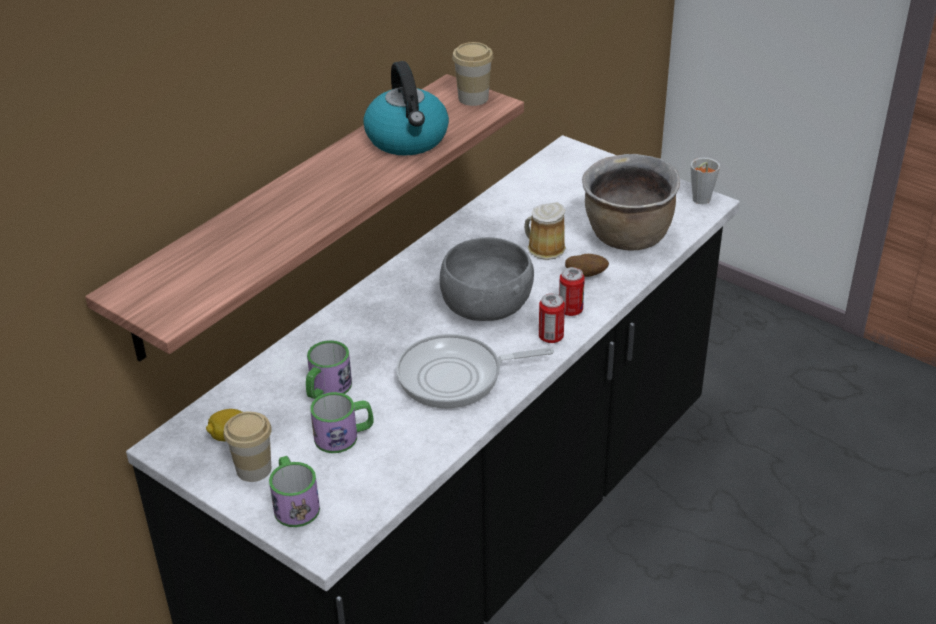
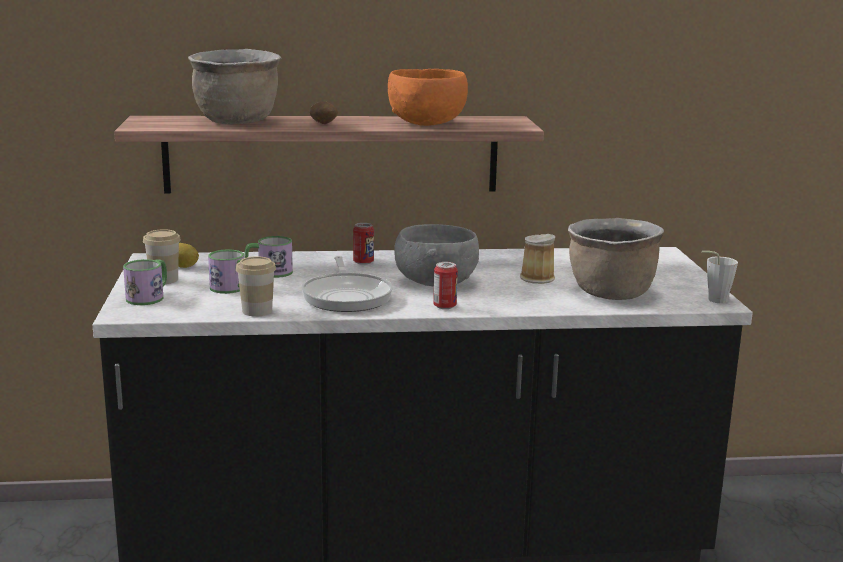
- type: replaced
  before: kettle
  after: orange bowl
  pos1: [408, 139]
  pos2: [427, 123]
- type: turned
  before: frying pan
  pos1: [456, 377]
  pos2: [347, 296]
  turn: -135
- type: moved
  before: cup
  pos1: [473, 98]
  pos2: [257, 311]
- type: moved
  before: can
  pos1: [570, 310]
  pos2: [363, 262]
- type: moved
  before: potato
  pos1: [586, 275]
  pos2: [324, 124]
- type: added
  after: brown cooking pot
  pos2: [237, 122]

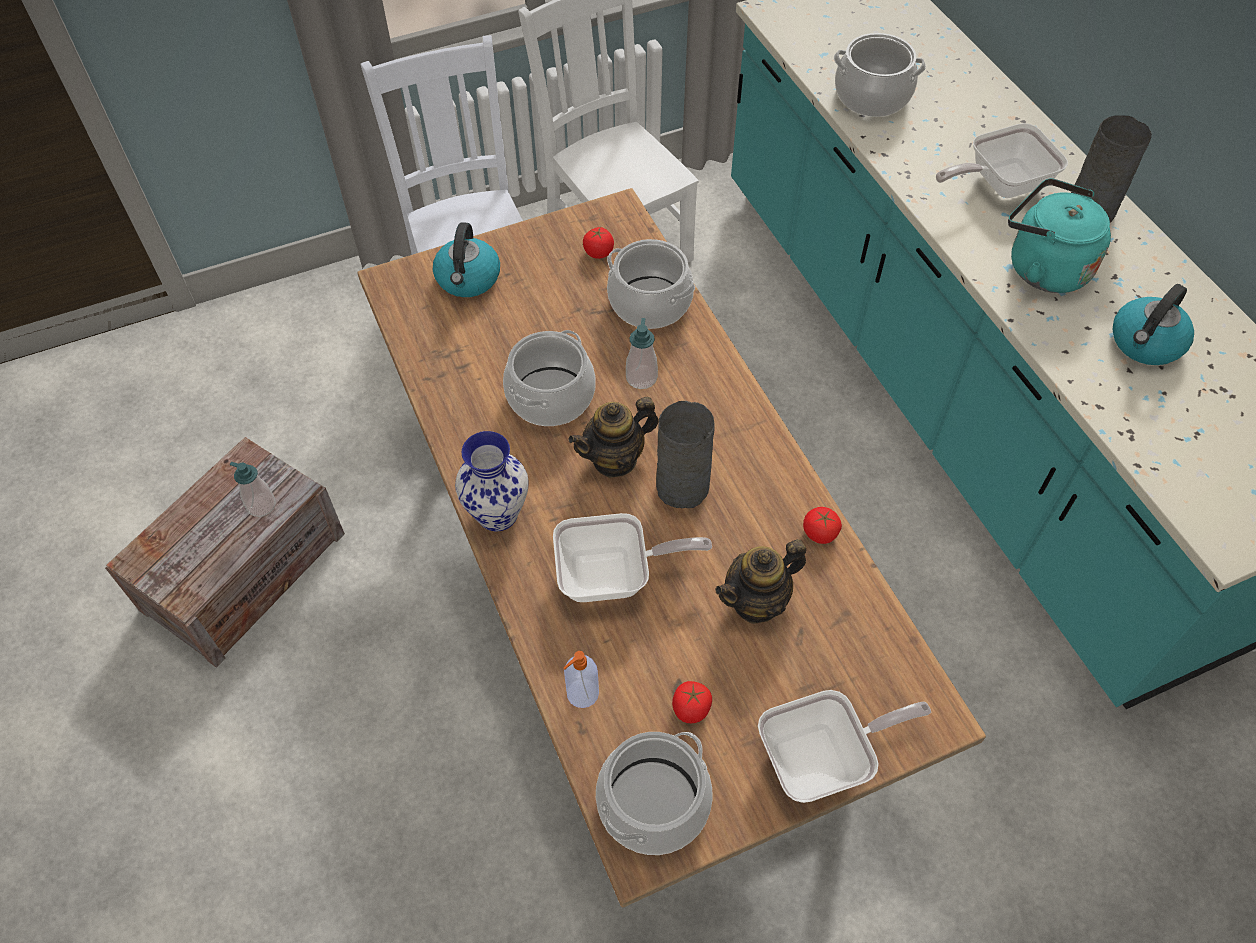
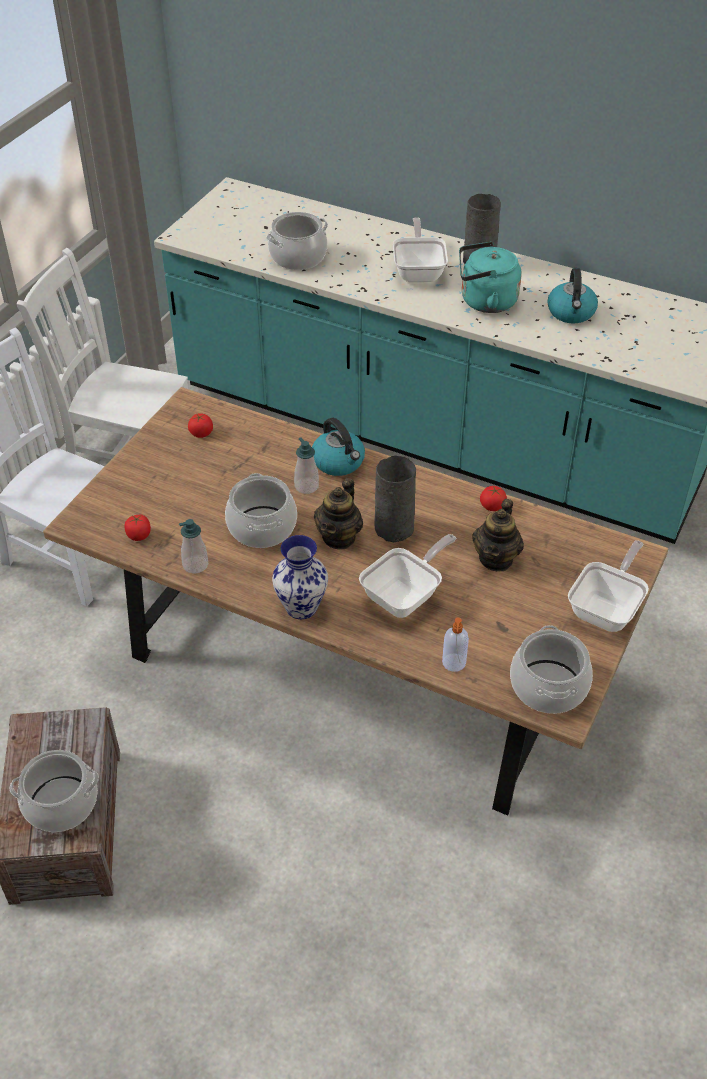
- type: moved
  before: soap dispenser
  pos1: [261, 505]
  pos2: [195, 565]
- type: moved
  before: kettle
  pos1: [468, 279]
  pos2: [339, 462]
- type: moved
  before: cooking pot
  pos1: [650, 302]
  pos2: [61, 803]
- type: moved
  before: tomato
  pos1: [691, 708]
  pos2: [139, 535]
- type: turned
  before: frying pan
  pos1: [999, 184]
  pos2: [419, 271]
  turn: 150

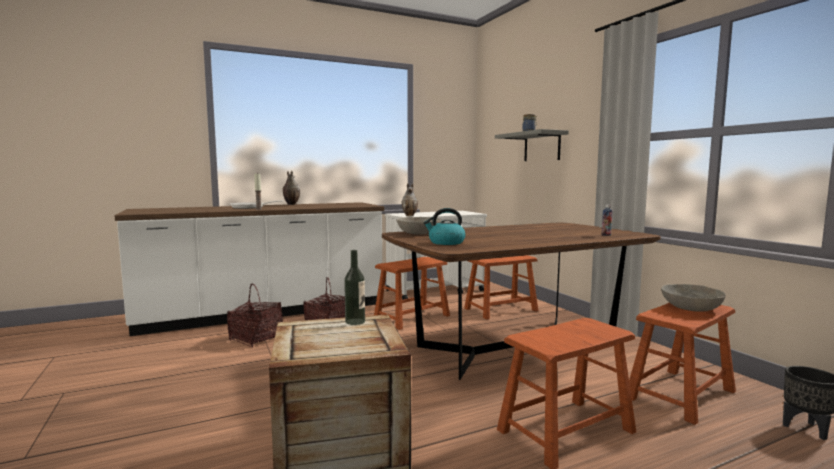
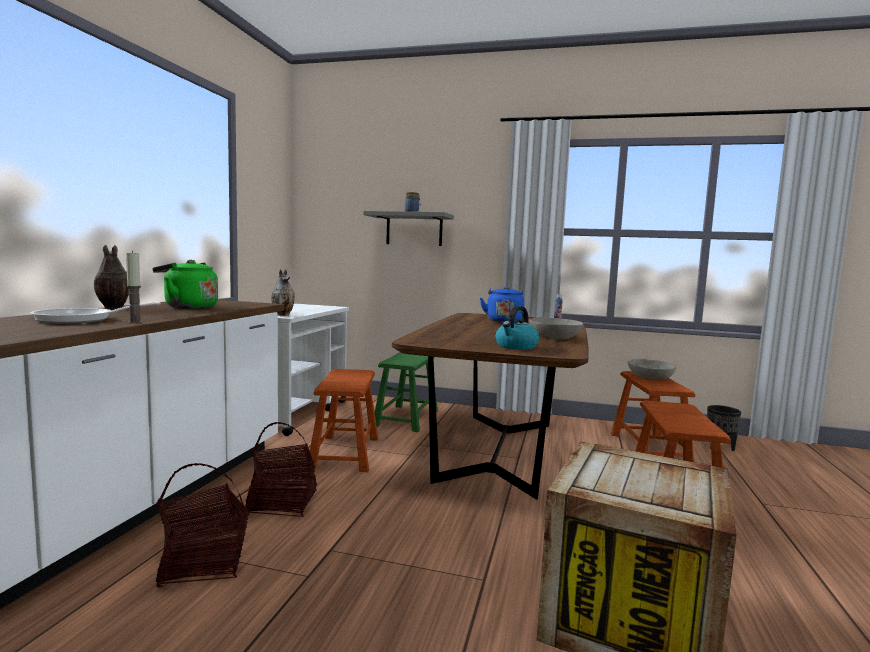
- type: removed
  before: bottle
  pos1: [355, 321]
- type: moved
  before: grey bowl
  pos1: [418, 233]
  pos2: [554, 338]
- type: recoloured
  before: brown stool
  after: green stool
  pos1: [500, 309]
  pos2: [406, 418]
- type: added
  after: green kettle
  pos2: [188, 307]
- type: added
  after: blue kettle
  pos2: [503, 321]

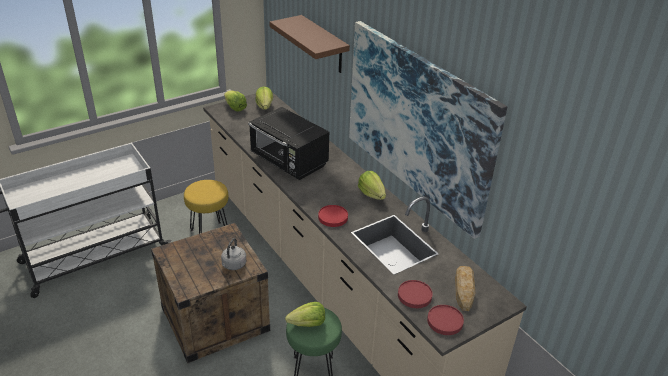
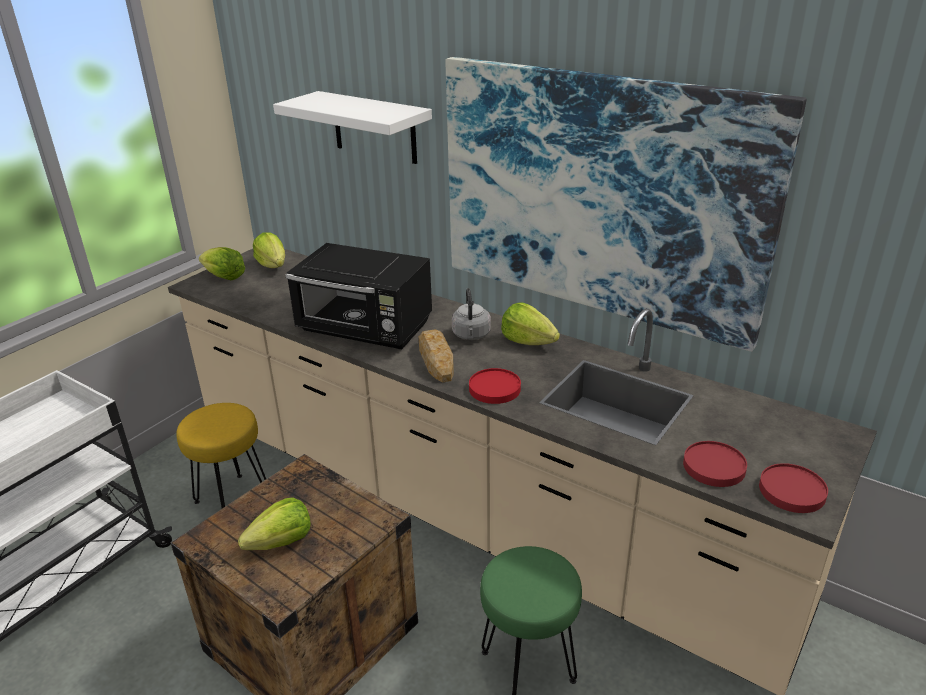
- type: moved
  before: grey kettle
  pos1: [233, 265]
  pos2: [471, 335]
- type: recoloured
  before: brown shelf
  after: white shelf
  pos1: [324, 45]
  pos2: [374, 127]
- type: moved
  before: lettuce
  pos1: [308, 324]
  pos2: [282, 542]
- type: moved
  before: bread
  pos1: [464, 290]
  pos2: [436, 360]

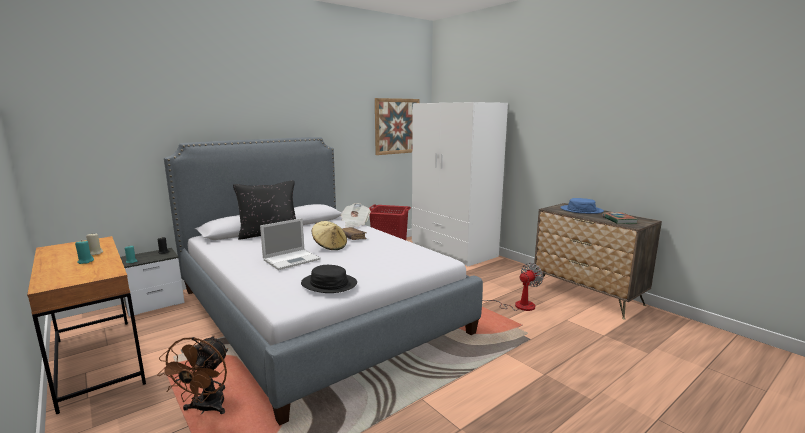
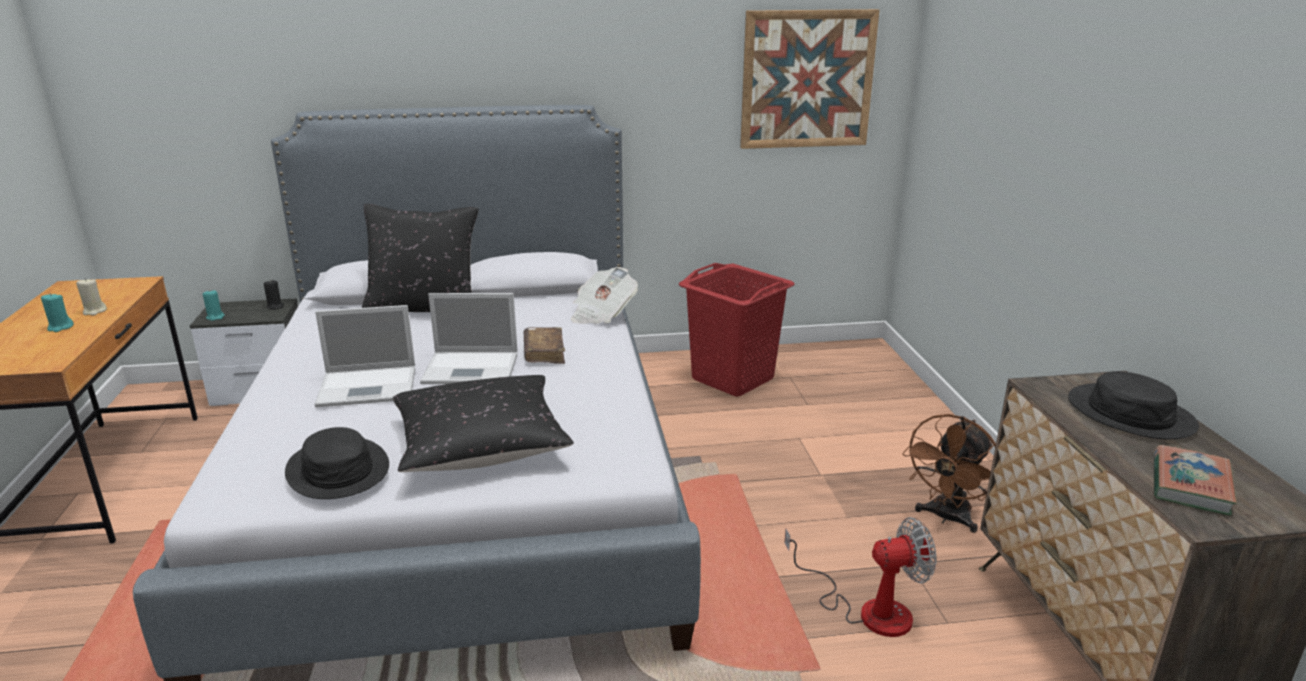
- type: moved
  before: brown fan
  pos1: [206, 409]
  pos2: [946, 518]
- type: replaced
  before: beige hat
  after: laptop
  pos1: [329, 246]
  pos2: [473, 368]
- type: removed
  before: white wardrobe
  pos1: [453, 251]
- type: recoloured
  before: blue hat
  after: black hat
  pos1: [581, 210]
  pos2: [1130, 413]
- type: added
  after: black pillow
  pos2: [481, 444]

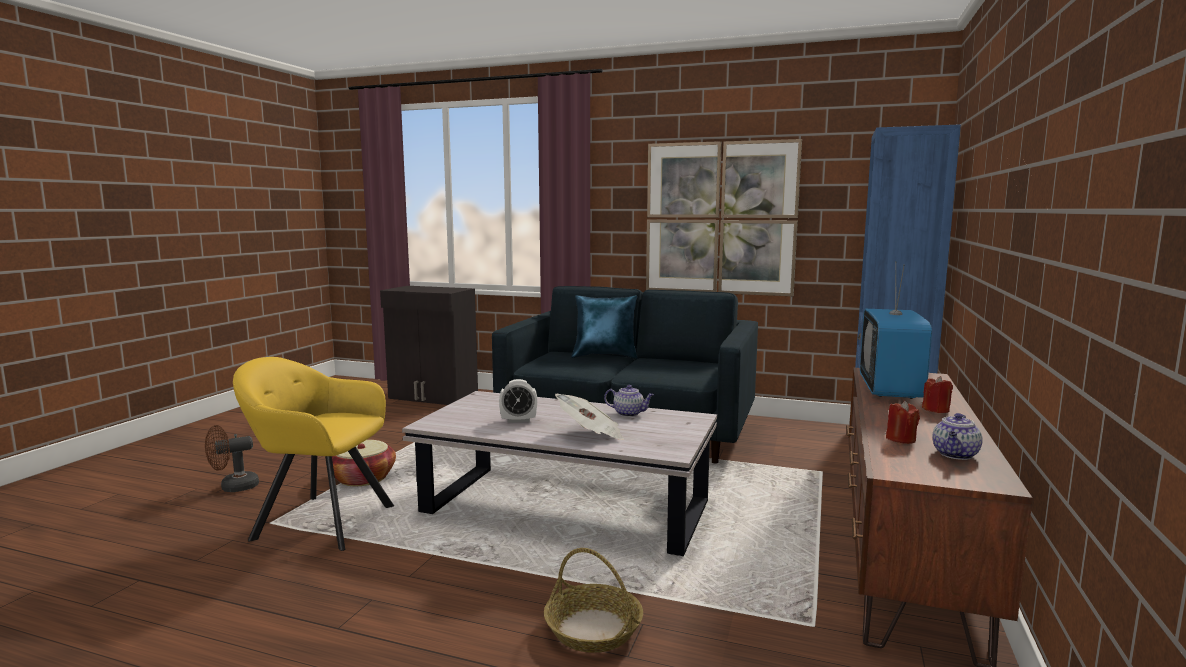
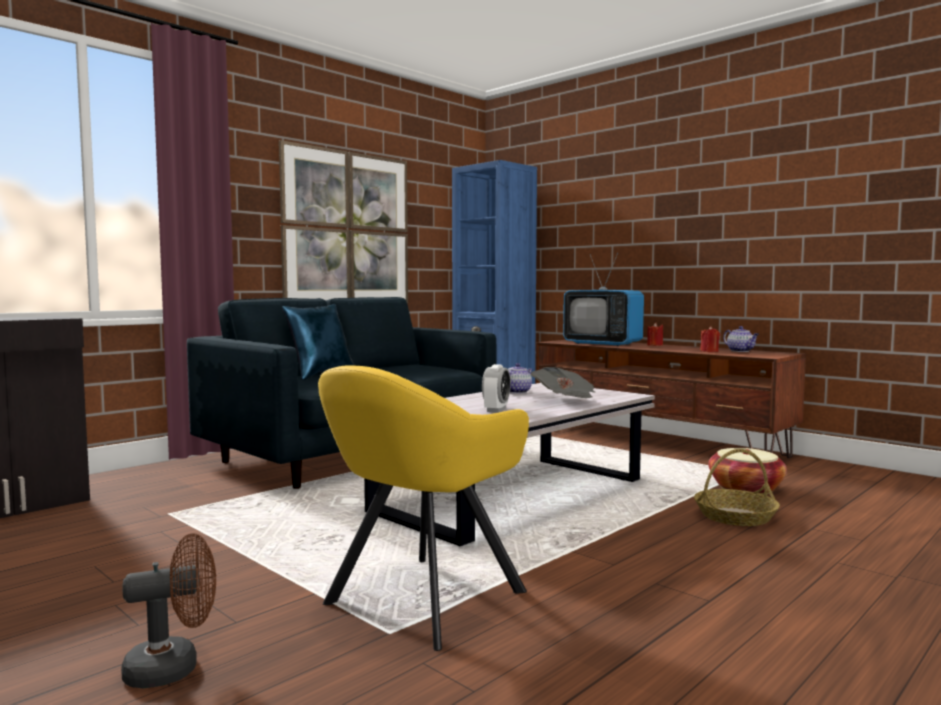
- type: turned
  before: brown fan
  pos1: [233, 487]
  pos2: [174, 667]
  turn: -105
- type: moved
  before: basket
  pos1: [362, 478]
  pos2: [746, 489]

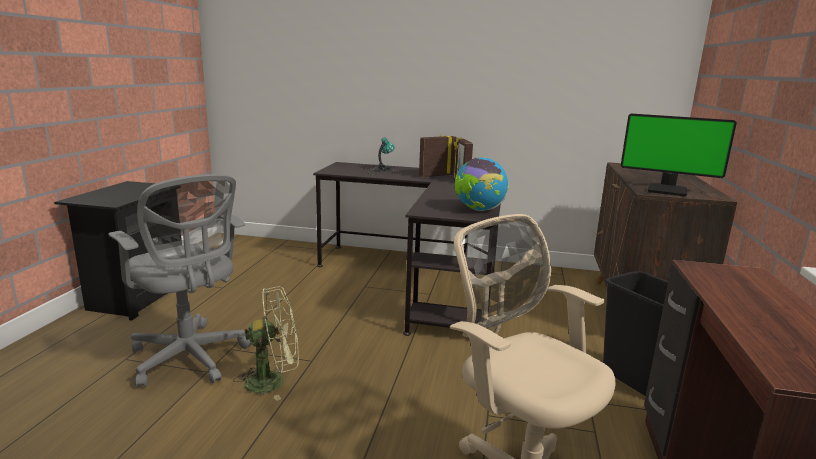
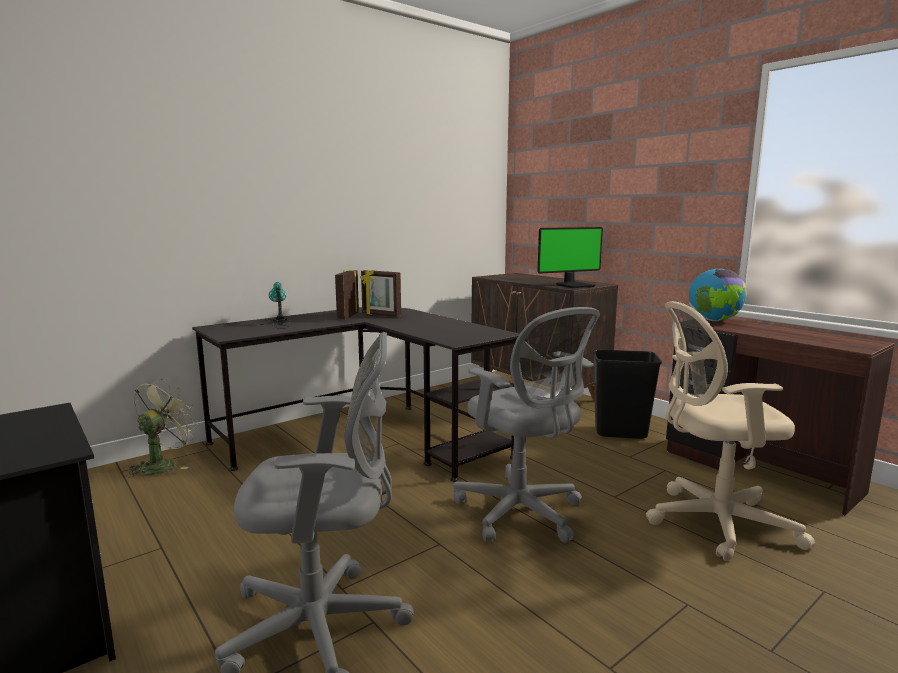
- type: moved
  before: green fan
  pos1: [273, 381]
  pos2: [163, 465]
- type: moved
  before: globe
  pos1: [479, 210]
  pos2: [714, 321]
- type: added
  after: grey office chair
  pos2: [522, 513]

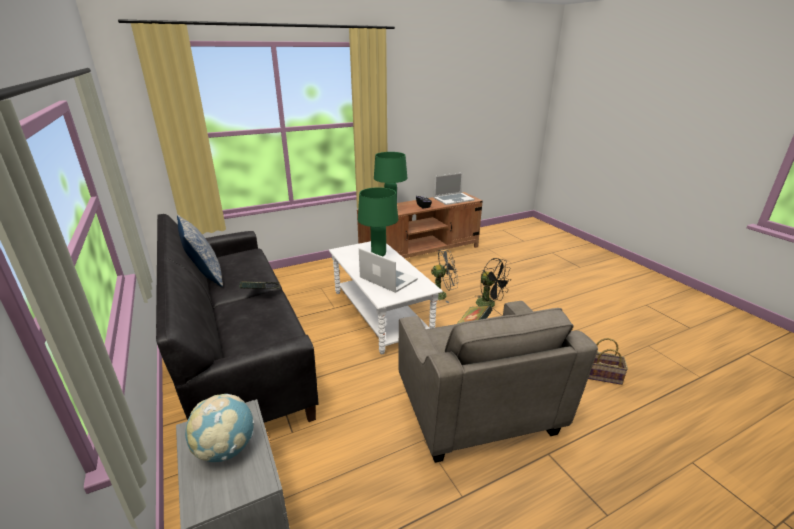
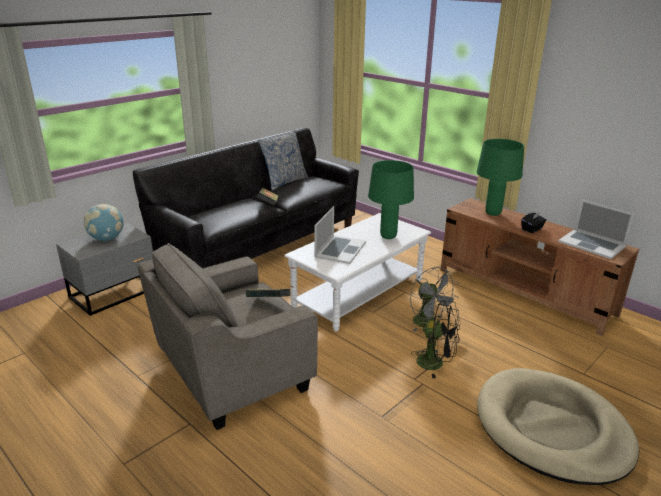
- type: turned
  before: black fan
  pos1: [489, 304]
  pos2: [436, 363]
  turn: -90
- type: removed
  before: basket
  pos1: [603, 375]
- type: added
  after: beige dog bed
  pos2: [552, 429]

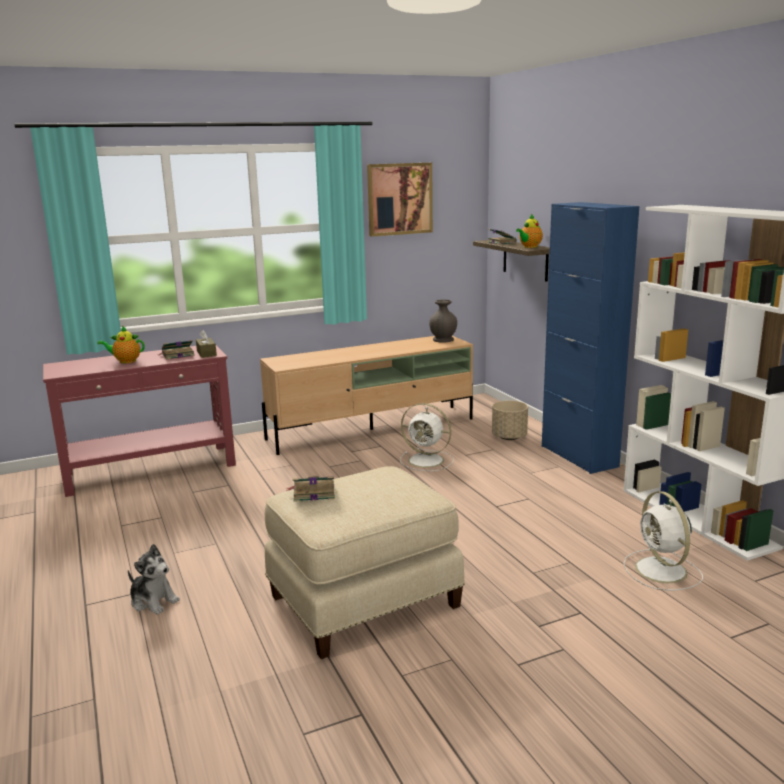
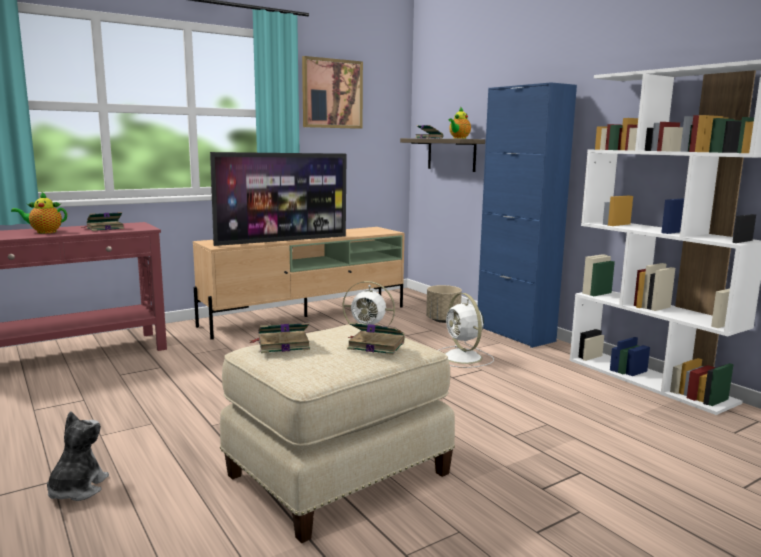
- type: turned
  before: plush toy
  pos1: [153, 601]
  pos2: [77, 489]
  turn: -105
- type: removed
  before: brown tissue box
  pos1: [206, 353]
- type: removed
  before: grey vase
  pos1: [443, 340]
- type: moved
  before: white fan
  pos1: [662, 571]
  pos2: [463, 358]
- type: added
  after: television
  pos2: [283, 241]
- type: added
  after: book
  pos2: [375, 345]

